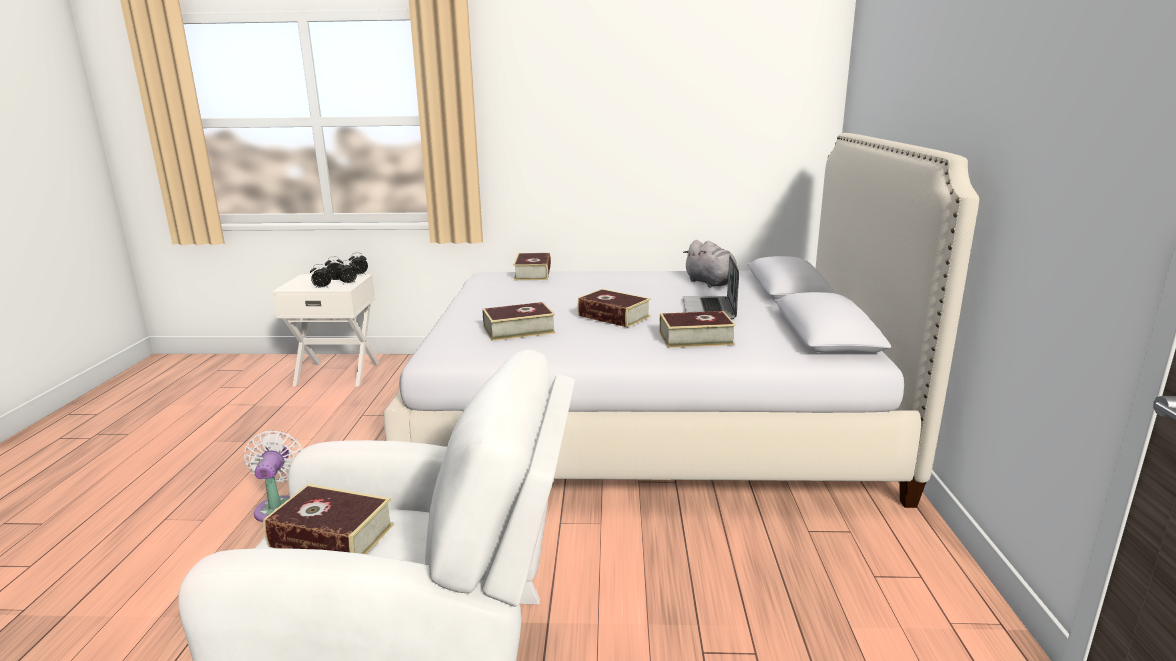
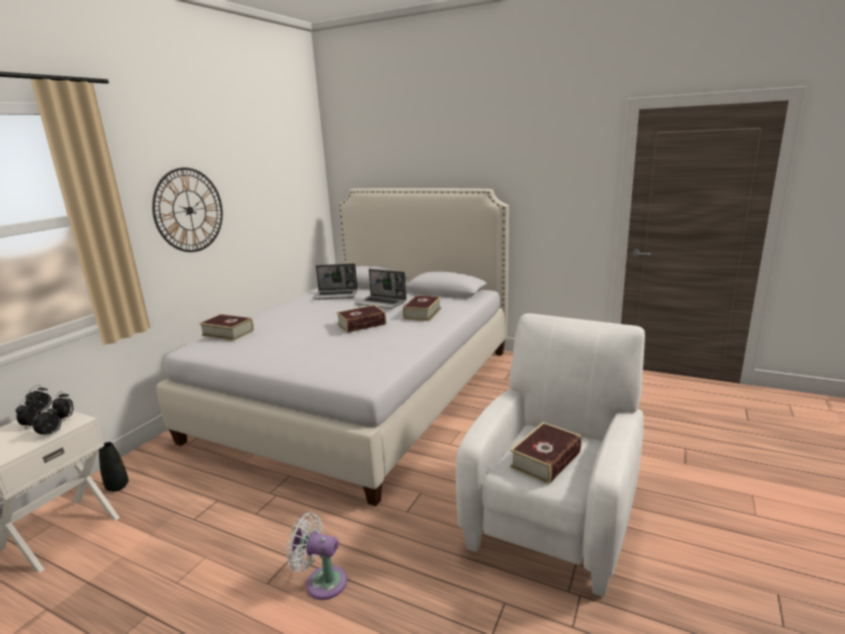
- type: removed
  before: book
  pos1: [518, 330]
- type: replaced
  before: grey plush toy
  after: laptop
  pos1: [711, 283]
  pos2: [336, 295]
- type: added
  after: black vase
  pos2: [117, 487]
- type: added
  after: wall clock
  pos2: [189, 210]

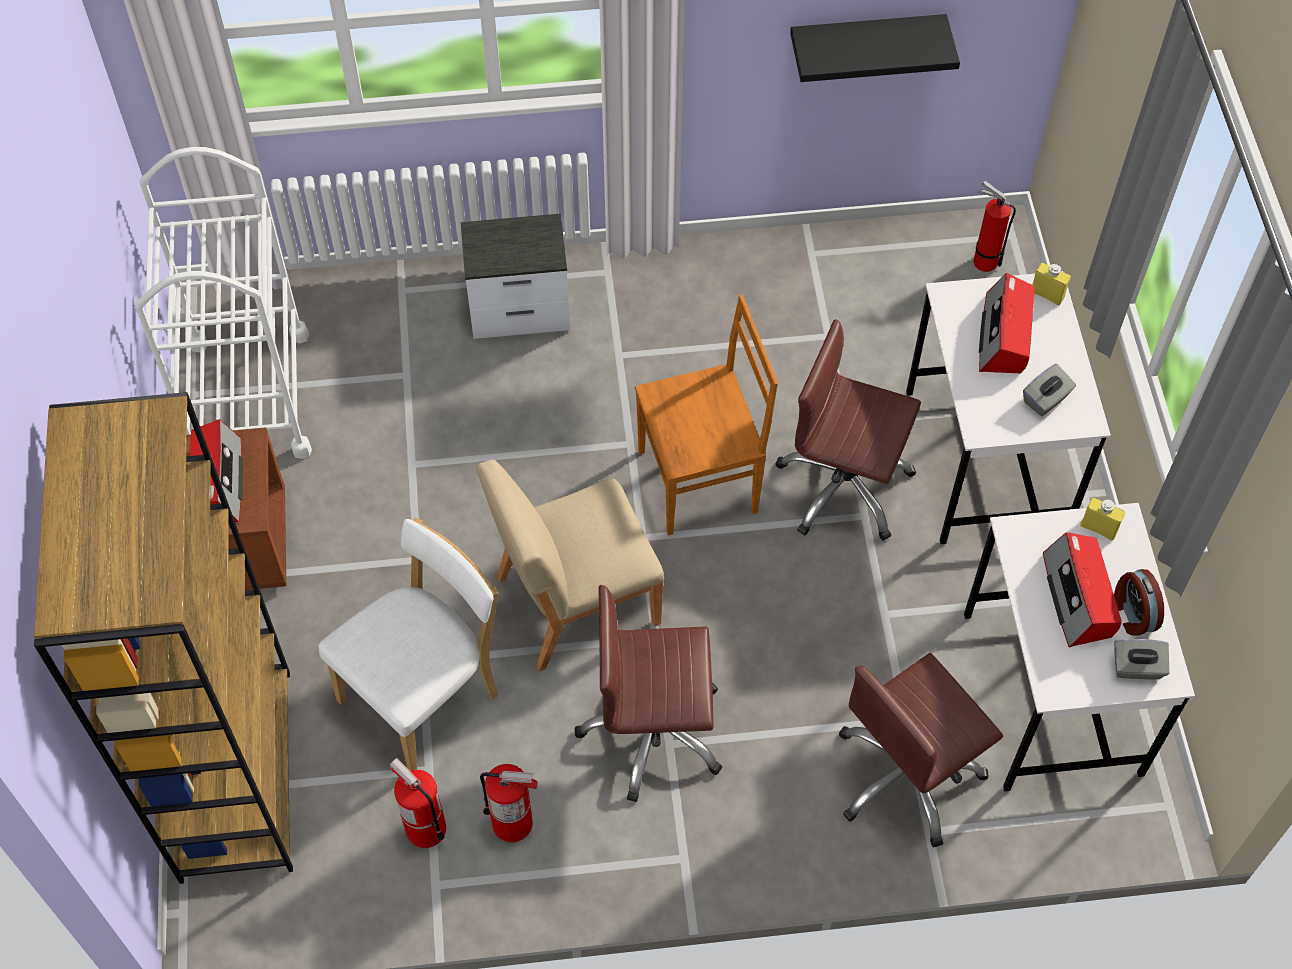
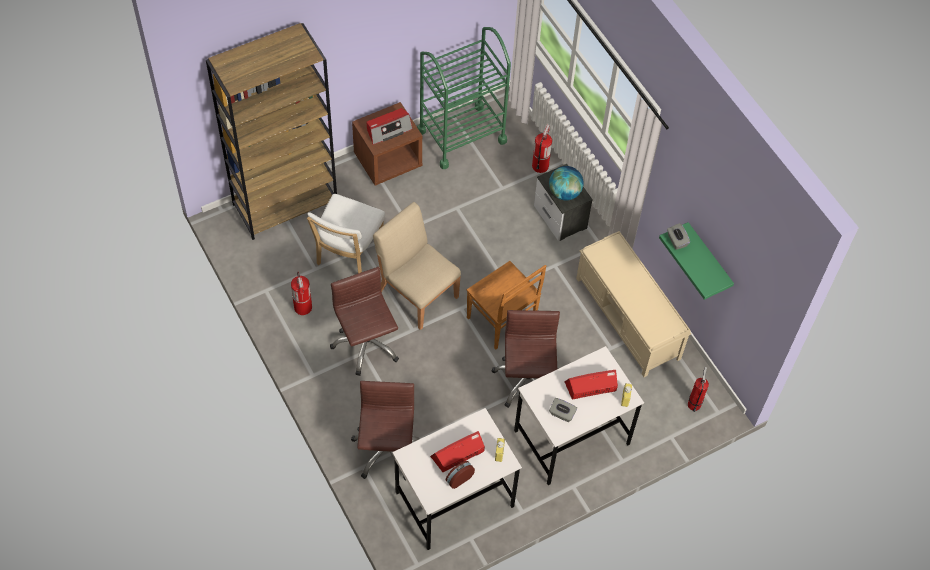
- type: recoloured
  before: white cart
  after: green cart
  pos1: [249, 397]
  pos2: [461, 136]
- type: turned
  before: white chair
  pos1: [425, 694]
  pos2: [348, 255]
  turn: 90
- type: moved
  before: fire extinguisher
  pos1: [425, 828]
  pos2: [540, 166]
- type: recoloured
  before: black shelf
  after: green shelf
  pos1: [866, 41]
  pos2: [708, 260]
- type: turned
  before: brown office chair
  pos1: [907, 776]
  pos2: [386, 450]
  turn: 60
- type: moved
  before: grey tissue box
  pos1: [1136, 668]
  pos2: [676, 241]
- type: added
  after: globe
  pos2: [564, 193]
- type: added
  after: beige bench
  pos2: [628, 319]

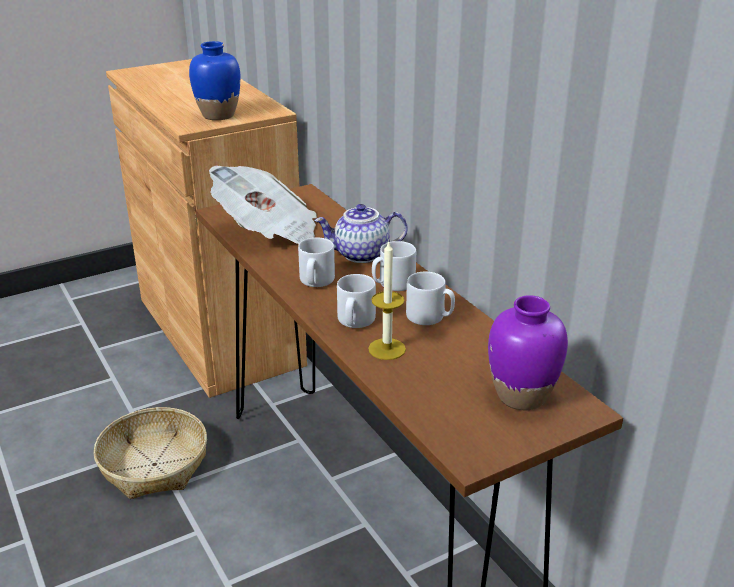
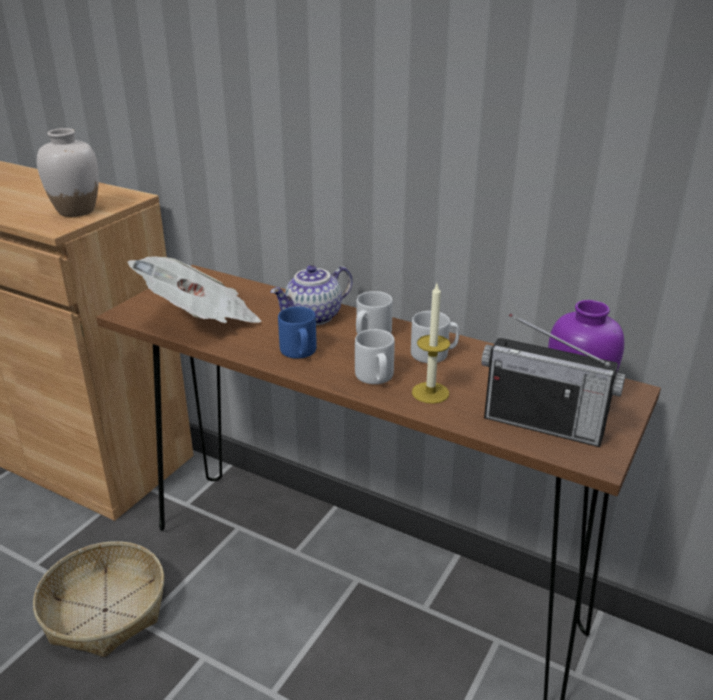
- type: recoloured
  before: blue vase
  after: white vase
  pos1: [218, 115]
  pos2: [76, 211]
- type: recoloured
  before: grey mug
  after: blue mug
  pos1: [316, 281]
  pos2: [299, 352]
- type: added
  after: radio
  pos2: [543, 424]

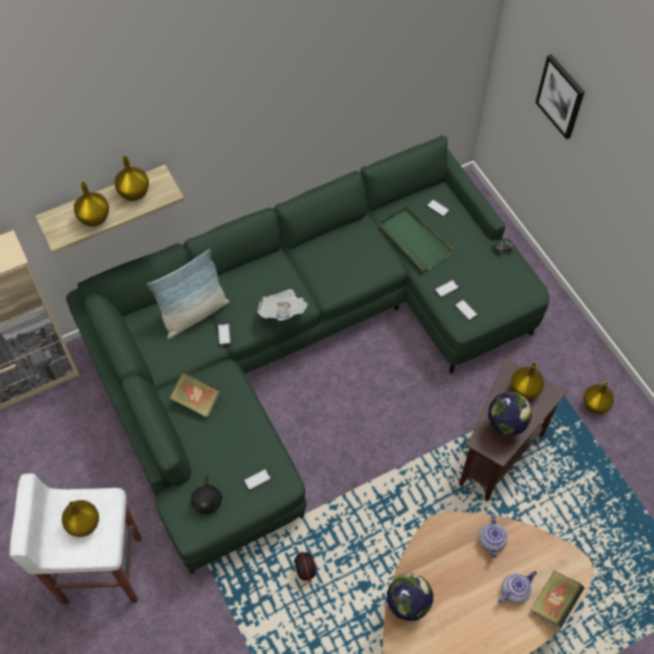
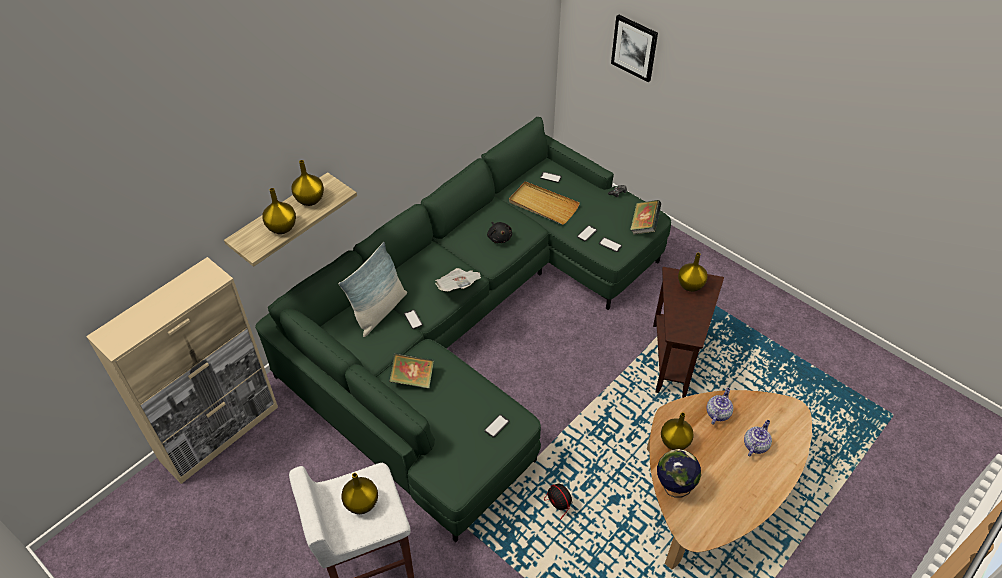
- type: moved
  before: black plush toy
  pos1: [207, 500]
  pos2: [499, 237]
- type: recoloured
  before: green tray
  after: beige tray
  pos1: [414, 240]
  pos2: [543, 205]
- type: turned
  before: teapot
  pos1: [491, 542]
  pos2: [717, 413]
  turn: -135
- type: removed
  before: globe
  pos1: [504, 427]
- type: moved
  before: book
  pos1: [554, 603]
  pos2: [644, 225]
- type: moved
  before: yellow vase
  pos1: [595, 404]
  pos2: [674, 441]

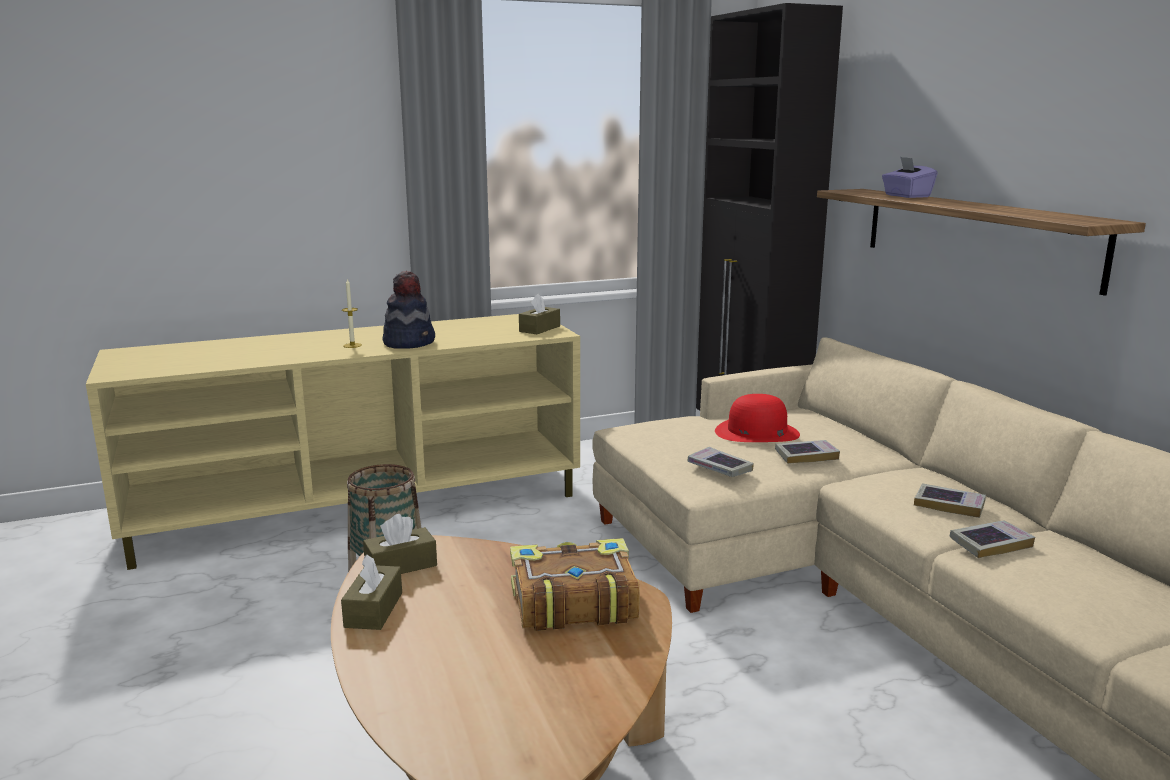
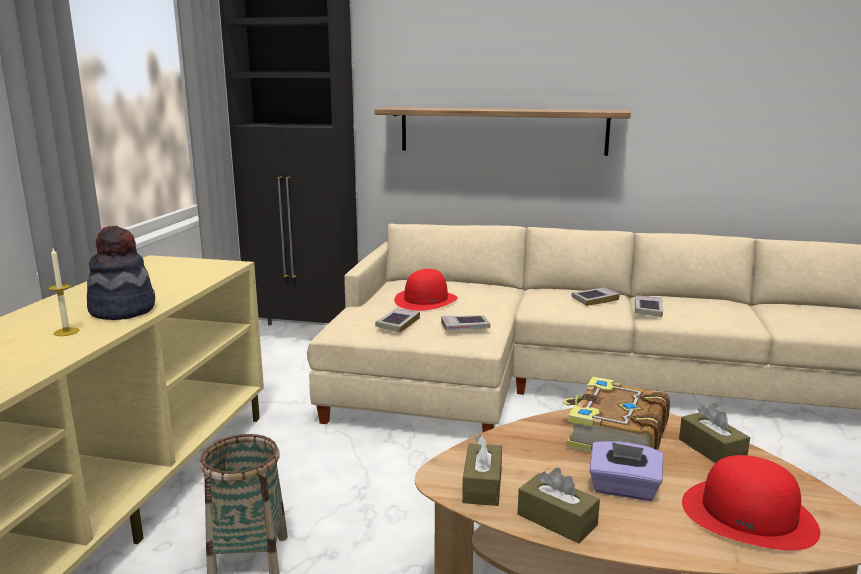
- type: moved
  before: brown tissue box
  pos1: [539, 329]
  pos2: [711, 450]
- type: moved
  before: book
  pos1: [806, 456]
  pos2: [398, 323]
- type: moved
  before: purple tissue box
  pos1: [906, 196]
  pos2: [623, 489]
- type: added
  after: red hat
  pos2: [749, 515]

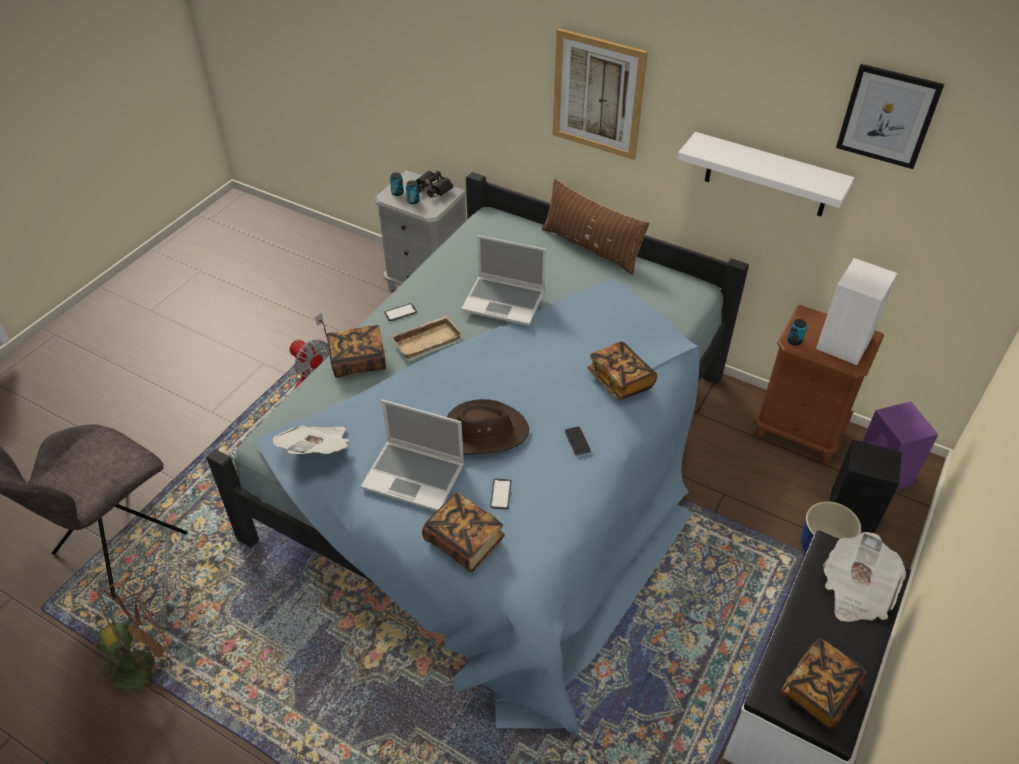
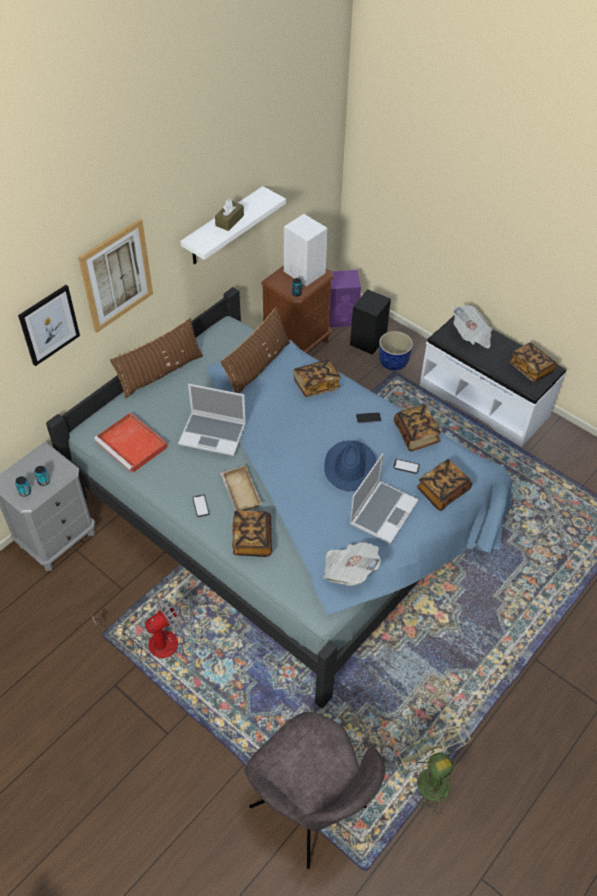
- type: recoloured
  before: brown fan
  after: green fan
  pos1: [144, 663]
  pos2: [428, 777]
- type: removed
  before: black binoculars
  pos1: [432, 190]
- type: recoloured
  before: brown hat
  after: blue hat
  pos1: [484, 432]
  pos2: [349, 467]
- type: turned
  before: laptop
  pos1: [505, 302]
  pos2: [214, 434]
  turn: 75
- type: moved
  before: picture
  pos1: [888, 116]
  pos2: [49, 325]
- type: added
  after: red tray
  pos2: [133, 445]
- type: added
  after: brown tissue box
  pos2: [229, 220]
- type: added
  after: brown pillow
  pos2: [257, 366]
- type: added
  after: book
  pos2: [416, 435]

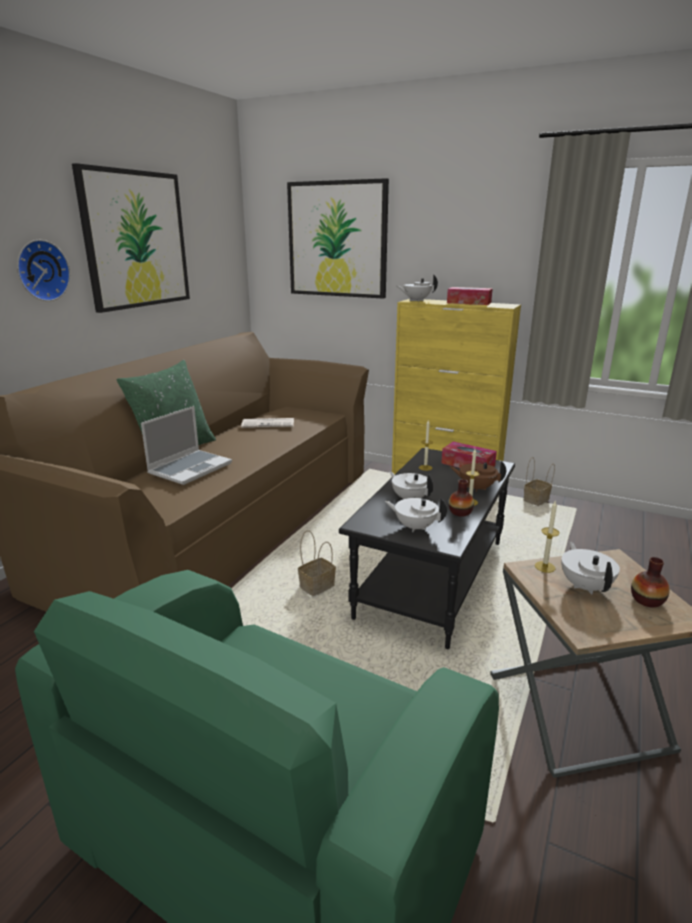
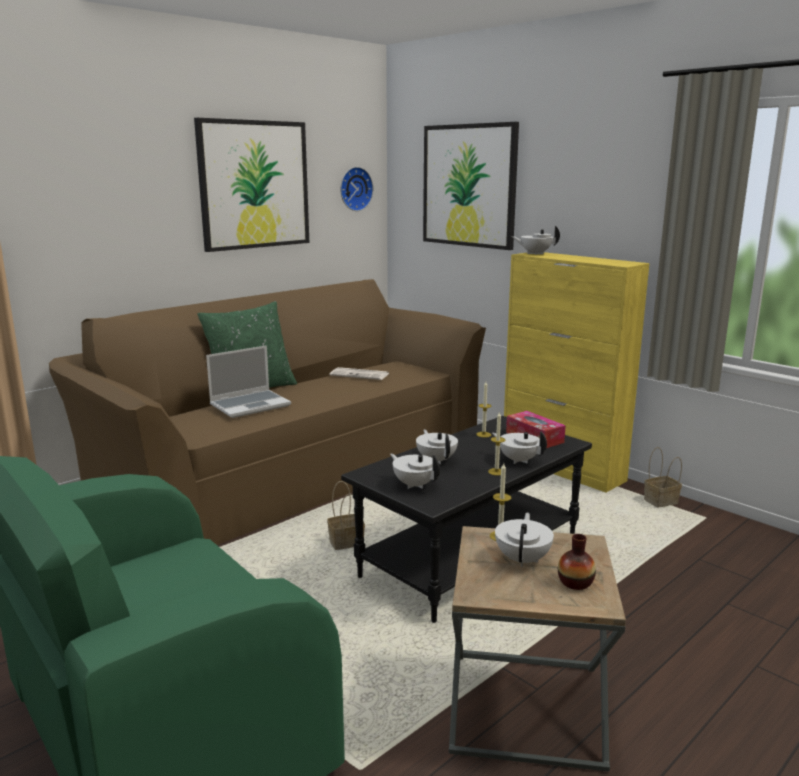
- type: moved
  before: wall clock
  pos1: [41, 270]
  pos2: [354, 189]
- type: removed
  before: tissue box
  pos1: [469, 303]
- type: recoloured
  before: brown teapot
  after: white teapot
  pos1: [476, 488]
  pos2: [518, 460]
- type: removed
  before: vase
  pos1: [460, 512]

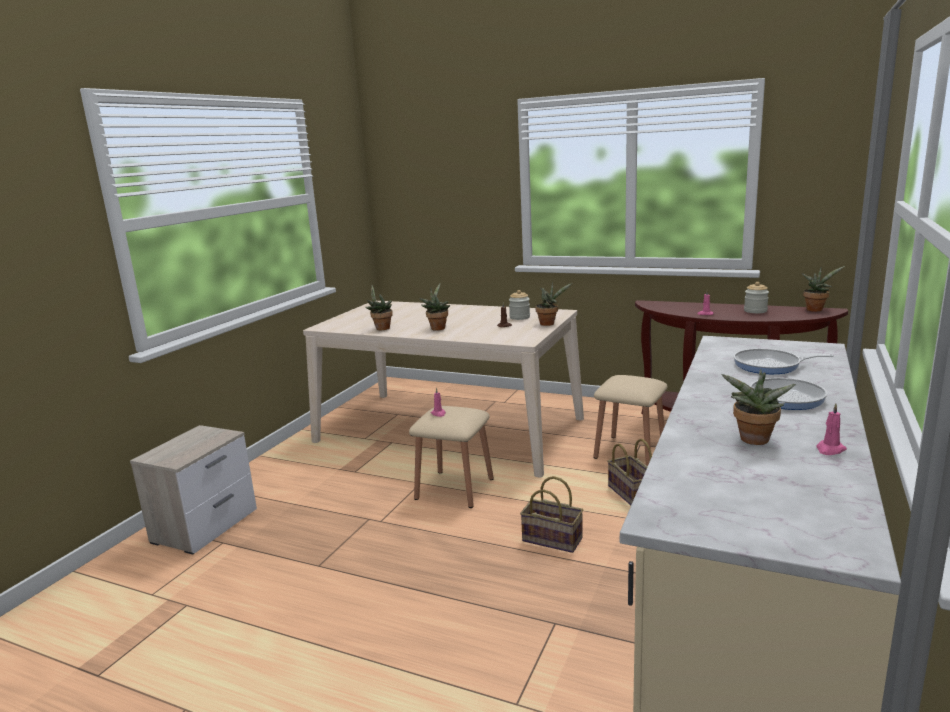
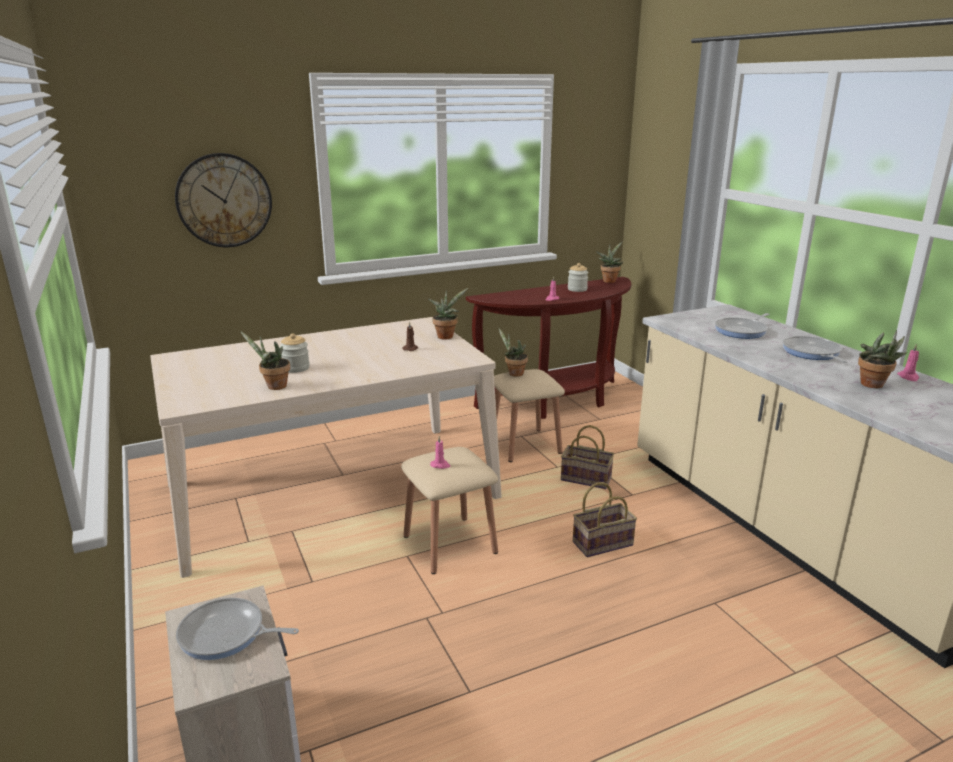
- type: moved
  before: potted plant
  pos1: [437, 328]
  pos2: [513, 373]
- type: moved
  before: jar
  pos1: [519, 317]
  pos2: [296, 368]
- type: added
  after: wall clock
  pos2: [224, 200]
- type: added
  after: frying pan
  pos2: [226, 635]

